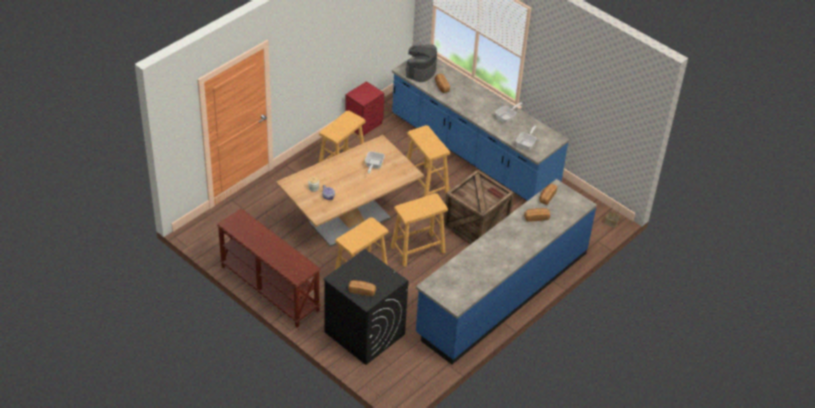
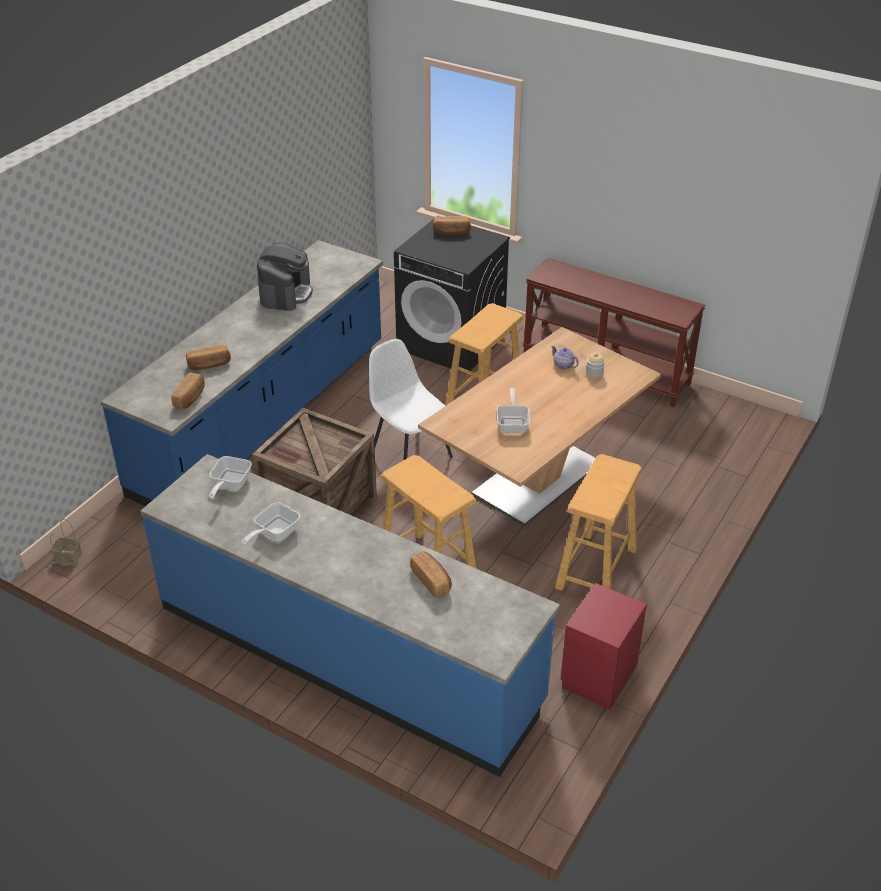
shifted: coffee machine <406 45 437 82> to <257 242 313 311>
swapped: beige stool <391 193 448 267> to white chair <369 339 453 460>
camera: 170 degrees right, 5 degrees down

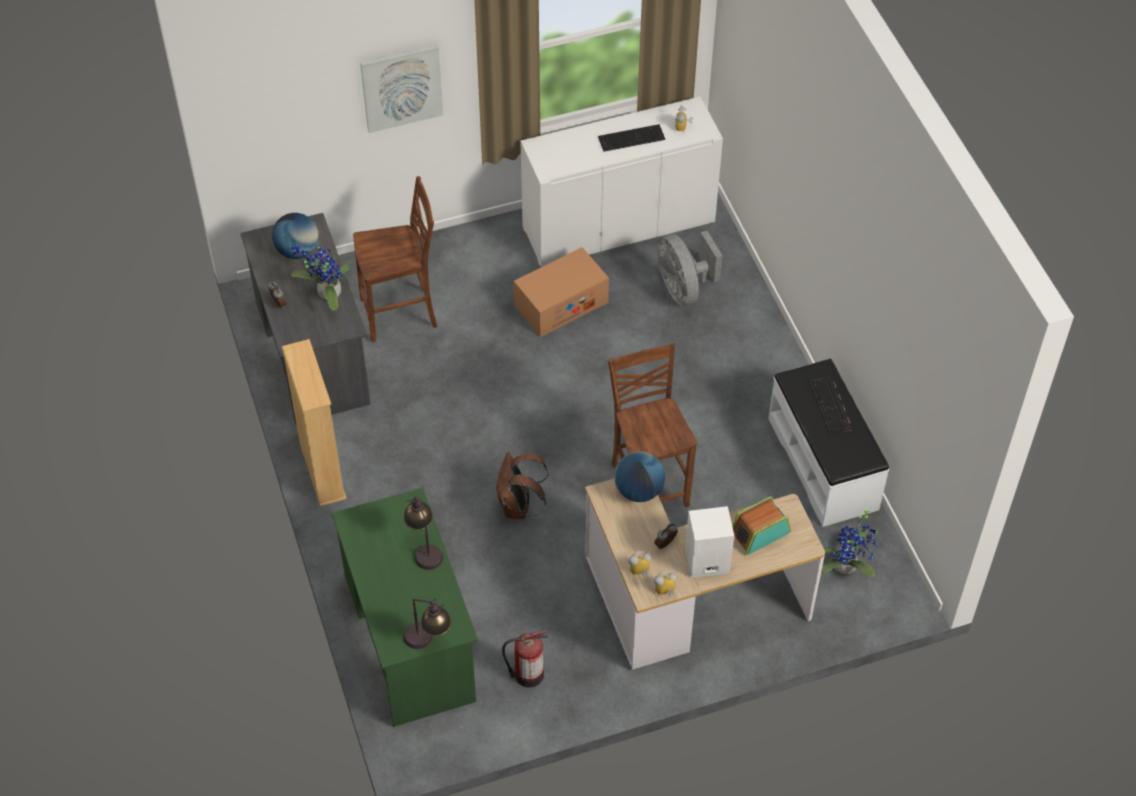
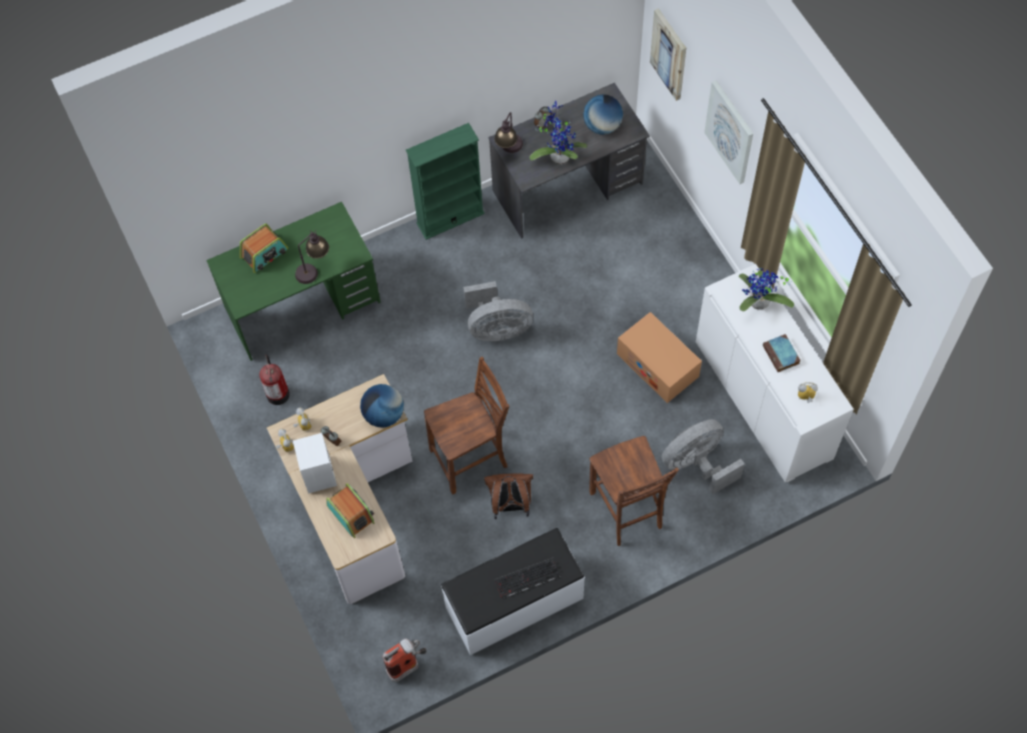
new: picture <650 8 686 101>; radio <240 223 288 273>; grey fan <463 281 533 341>; fire extinguisher <383 639 427 682>
shifted: brown chair <353 176 437 342> to <589 436 679 546>; brown backpack <497 452 549 519> to <484 473 533 520>; potted plant <821 507 878 577> to <739 268 794 311>; table lamp <403 598 451 649> to <495 112 523 153>
swapped: keyboard <598 124 665 152> to book <763 334 801 372>
repainted: beige bookcase <282 339 347 506> to green bookcase <406 123 485 240>
camera: 85 degrees right, 10 degrees up

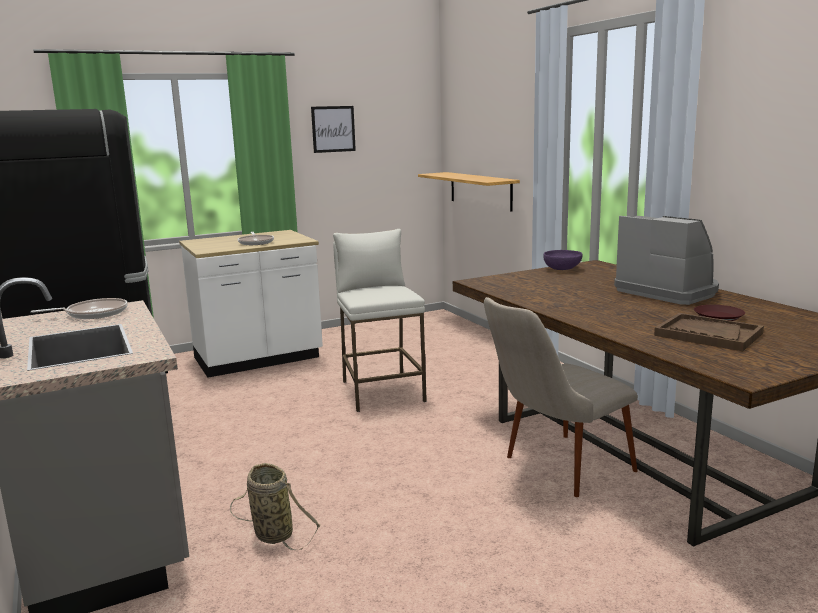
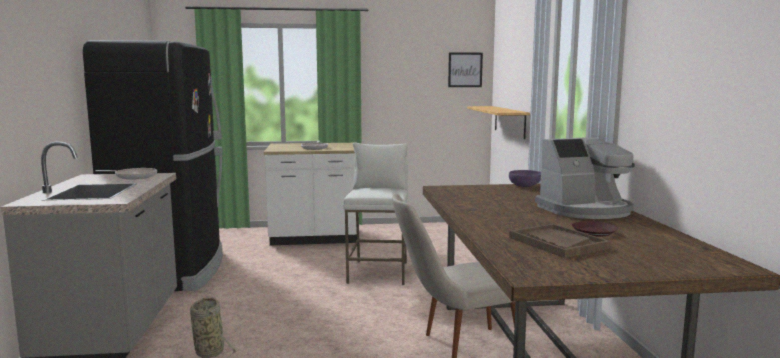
shifted: picture <311 106 356 153> to <448 52 483 87>
rotated: coffee machine <614 216 719 305> = <535 137 635 219> 90 degrees clockwise
camera: 20 degrees right, 5 degrees down

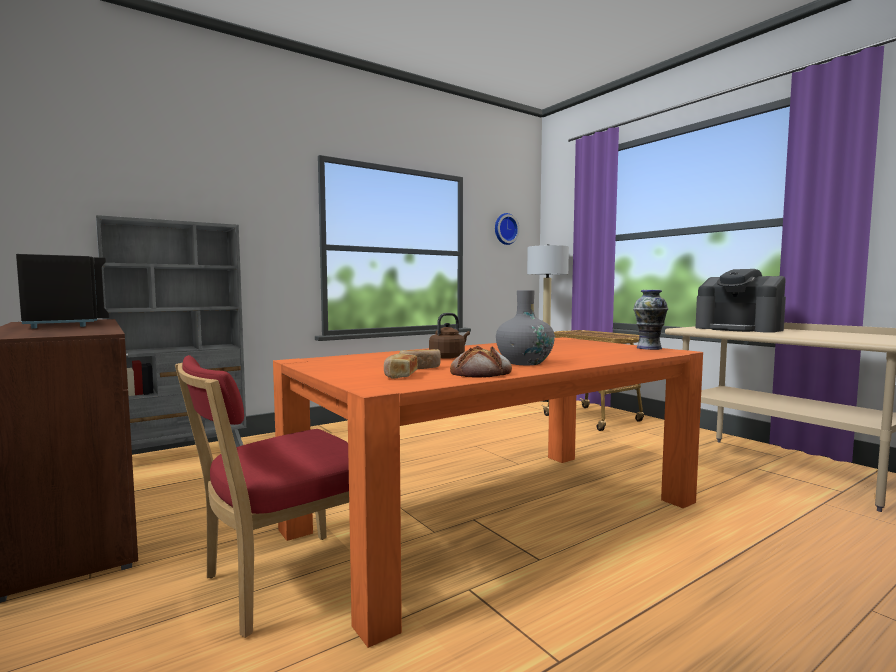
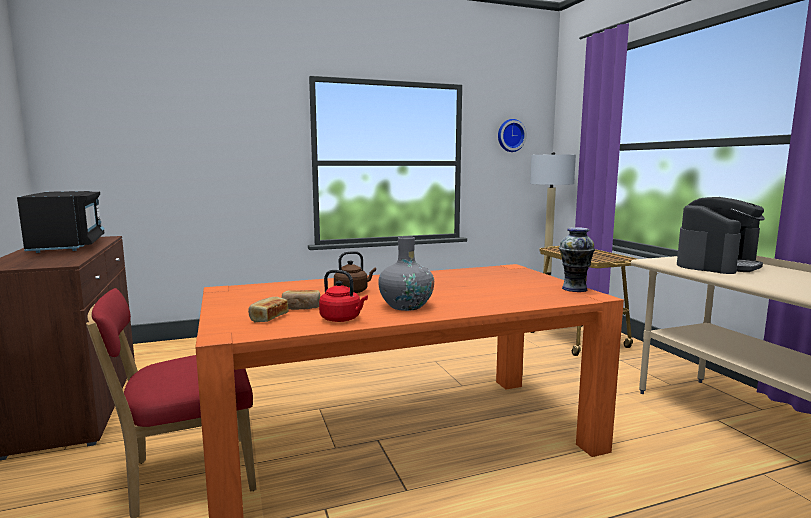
gone: grey bookcase <96 215 246 450>
swapped: bread <450 346 512 378> to red kettle <319 270 368 322>
rotated: coffee machine <695 269 786 333> = <677 197 765 274> 105 degrees counterclockwise
camera: 15 degrees right, 5 degrees up

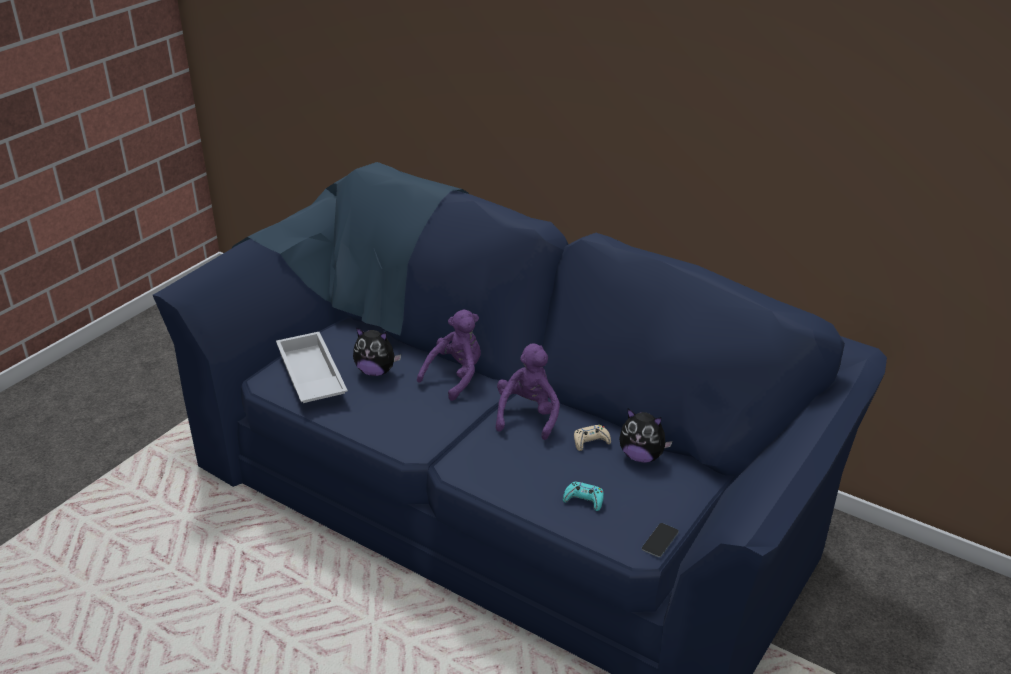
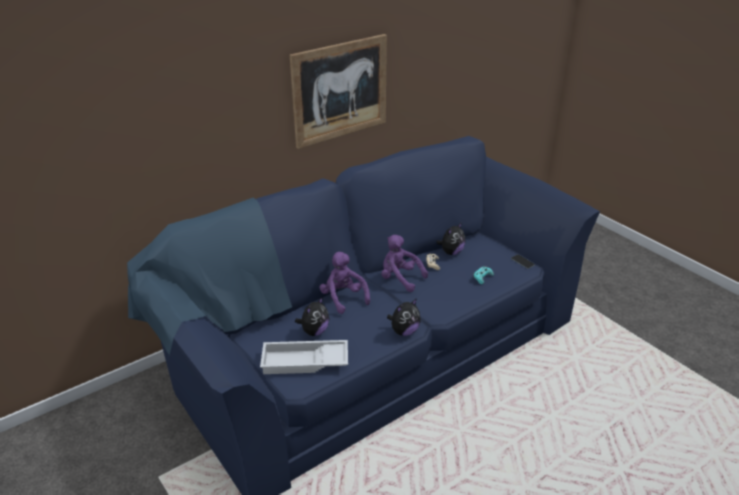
new: picture <290 34 387 149>; plush toy <387 298 421 336>
camera: 70 degrees left, 0 degrees up

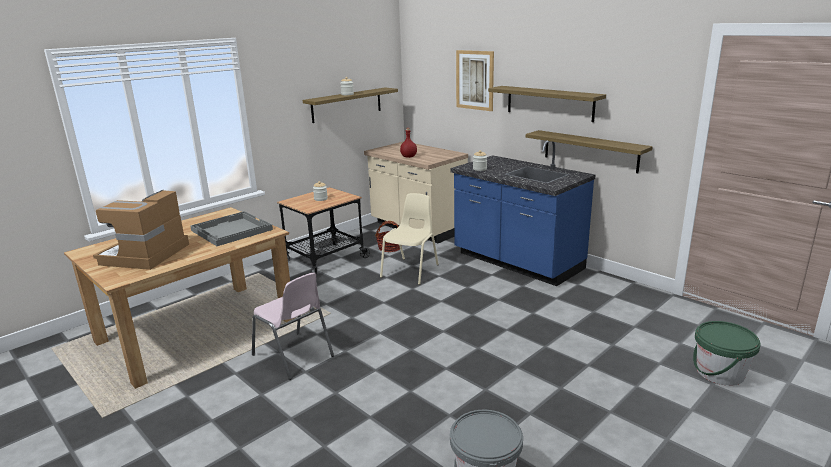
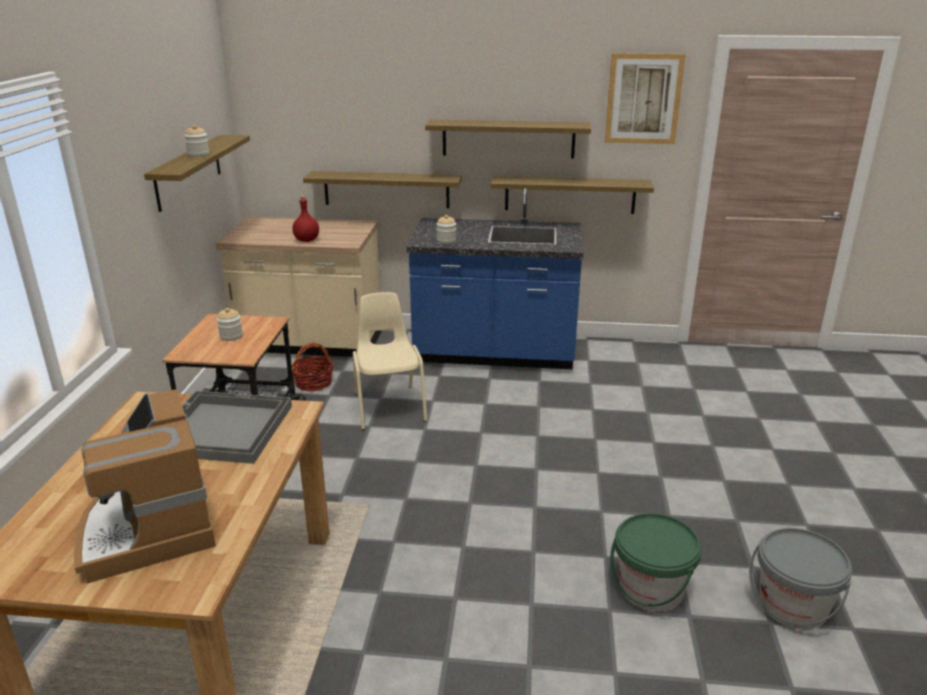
gone: pink chair <252 272 334 380>
new: shelf <303 171 462 208>
shifted: picture <456 50 494 111> to <605 53 686 144>; green bucket <693 321 760 386> to <610 513 702 612>
camera: 40 degrees left, 5 degrees up

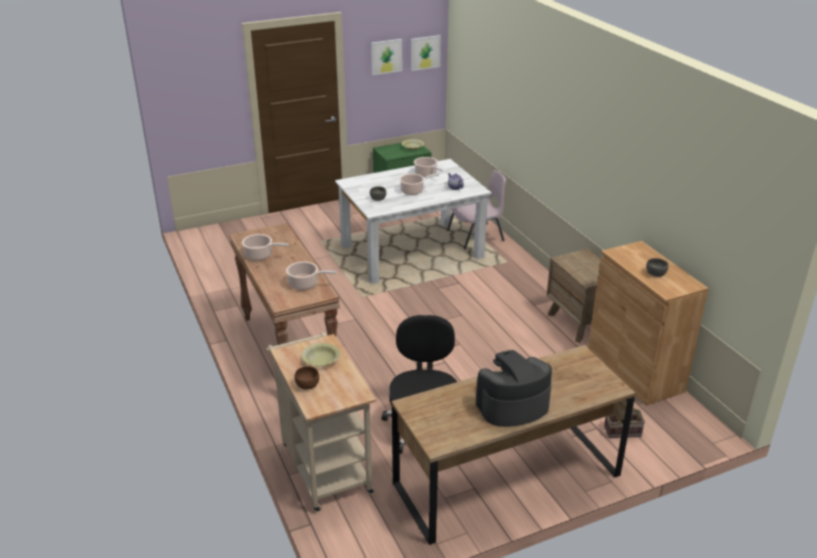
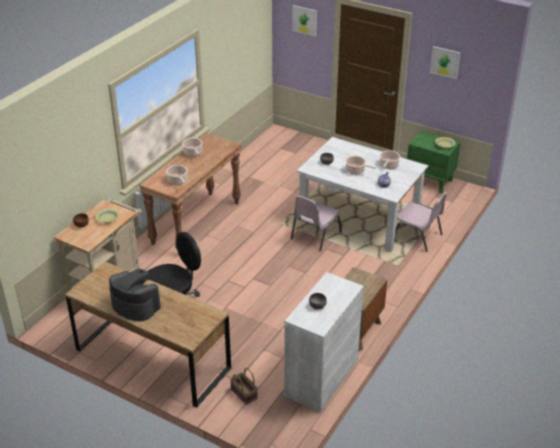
new: pink chair <291 196 342 251>
shifted: picture <411 35 441 71> to <292 5 317 36>
repainted: brown cabinet <588 241 709 406> to white cabinet <284 272 364 412>
camera: 55 degrees right, 5 degrees up

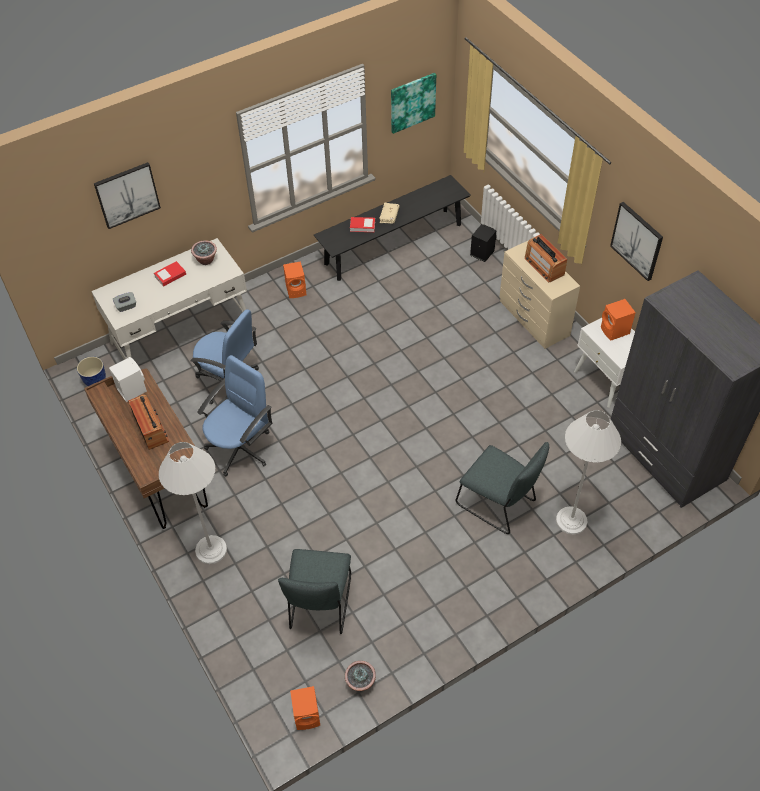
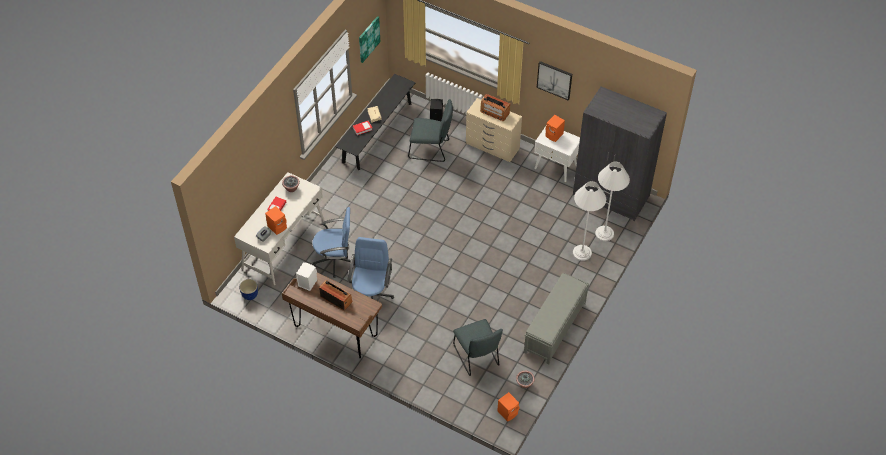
gone: picture <94 162 161 229>
new: grey bench <524 273 589 365>
shifted: orange speaker <283 261 306 298> to <265 206 287 235>; white floor lamp <159 442 227 564> to <595 162 630 241>; grey chair <455 442 549 534> to <408 99 453 162>
camera: 30 degrees left, 0 degrees up

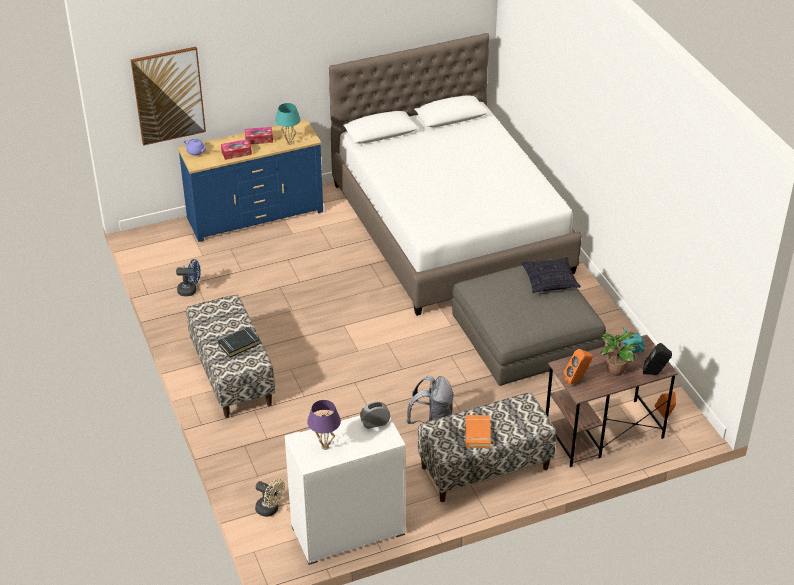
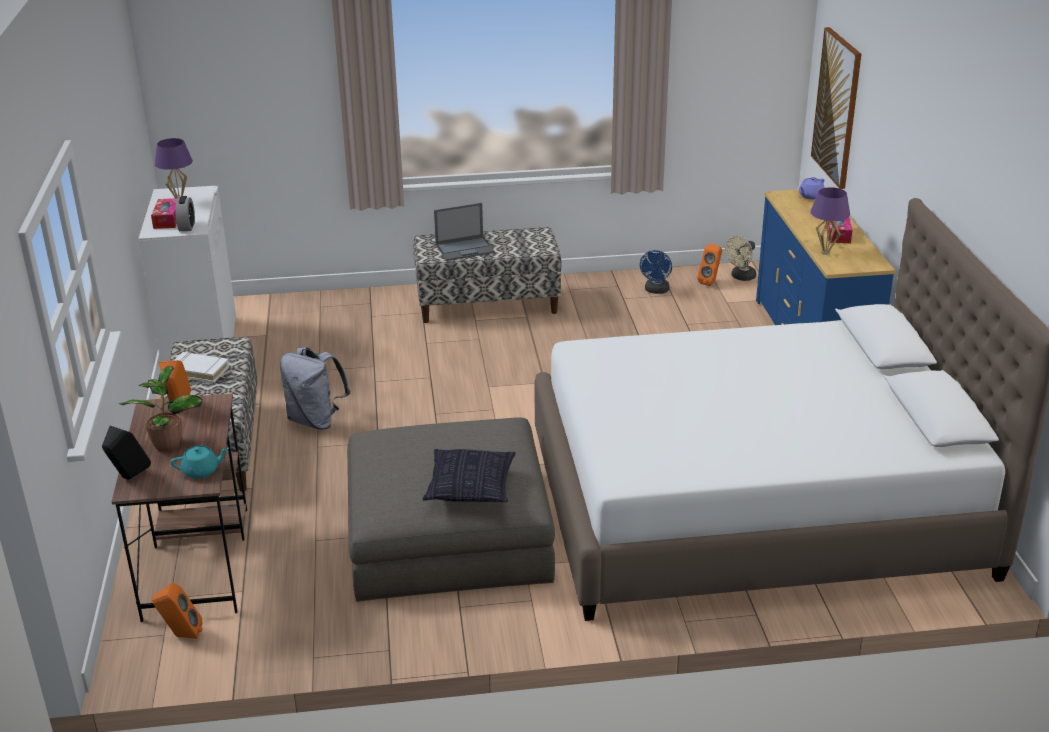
new: orange speaker <697 244 722 286>
shifted: tissue box <221 139 252 160> to <151 198 177 229>; beige fan <255 479 285 517> to <725 236 756 281>
swapped: black book <218 327 261 358> to laptop <434 203 495 261>
repainted: turquoise table lamp <275 103 301 145> to purple table lamp <810 187 850 255>; orange book <465 415 491 448> to white book <175 352 229 383>
camera: 105 degrees right, 10 degrees down

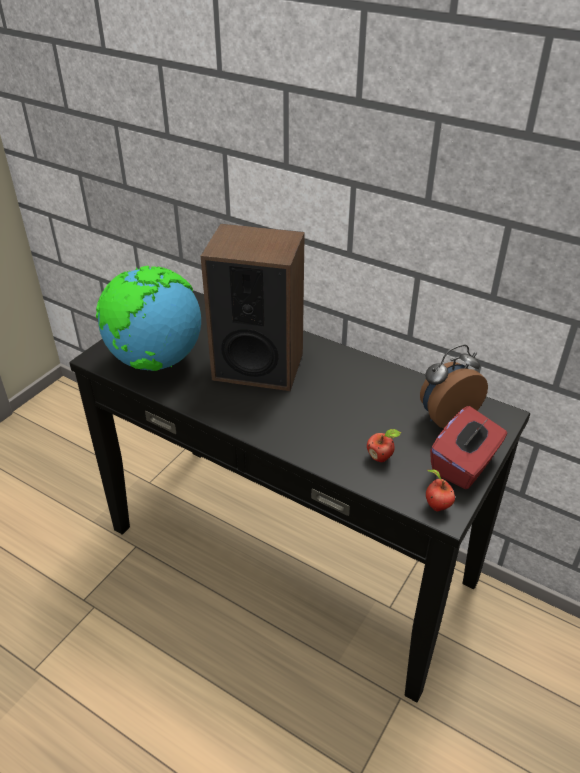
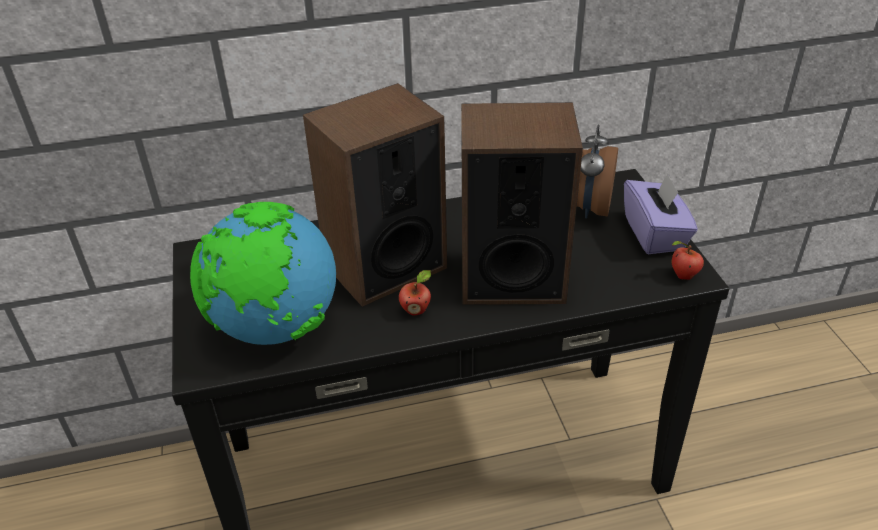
new: speaker <461 102 583 305>
shifted: apple <367 429 401 462> to <399 270 431 316>
repainted: red tissue box <430 406 507 489> to purple tissue box <624 173 698 254>
camera: 45 degrees left, 0 degrees up

